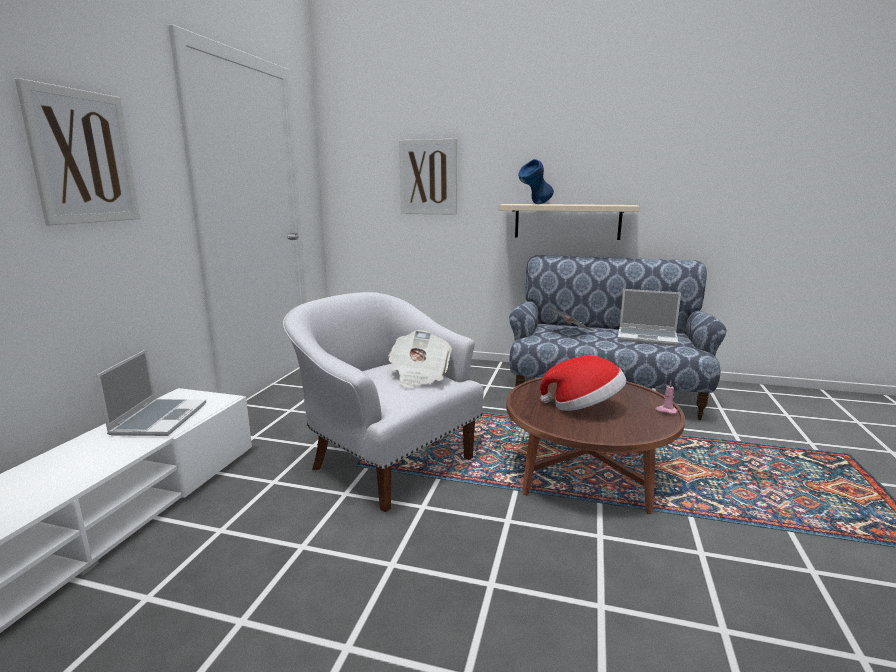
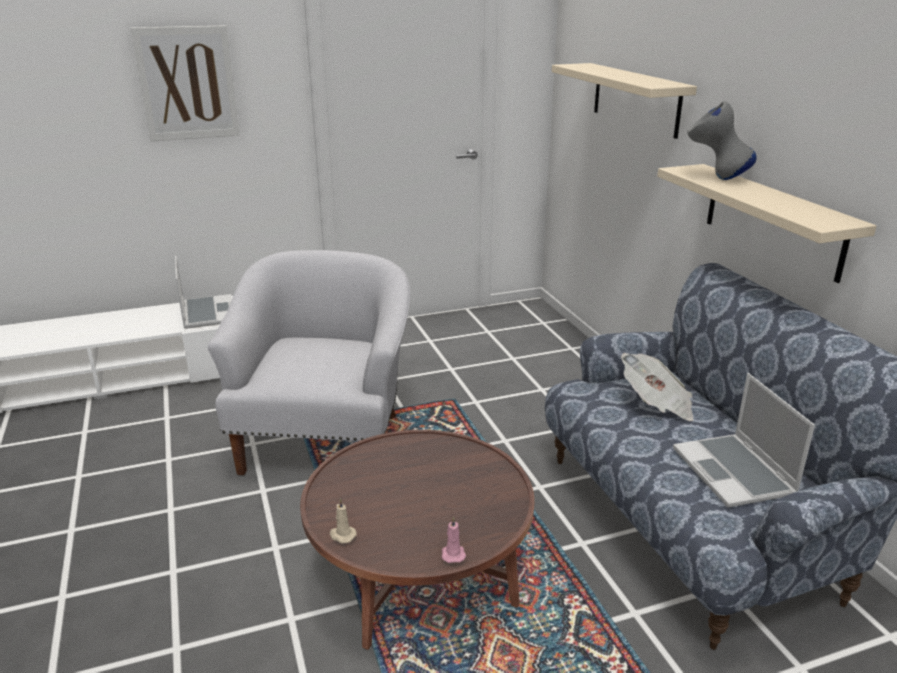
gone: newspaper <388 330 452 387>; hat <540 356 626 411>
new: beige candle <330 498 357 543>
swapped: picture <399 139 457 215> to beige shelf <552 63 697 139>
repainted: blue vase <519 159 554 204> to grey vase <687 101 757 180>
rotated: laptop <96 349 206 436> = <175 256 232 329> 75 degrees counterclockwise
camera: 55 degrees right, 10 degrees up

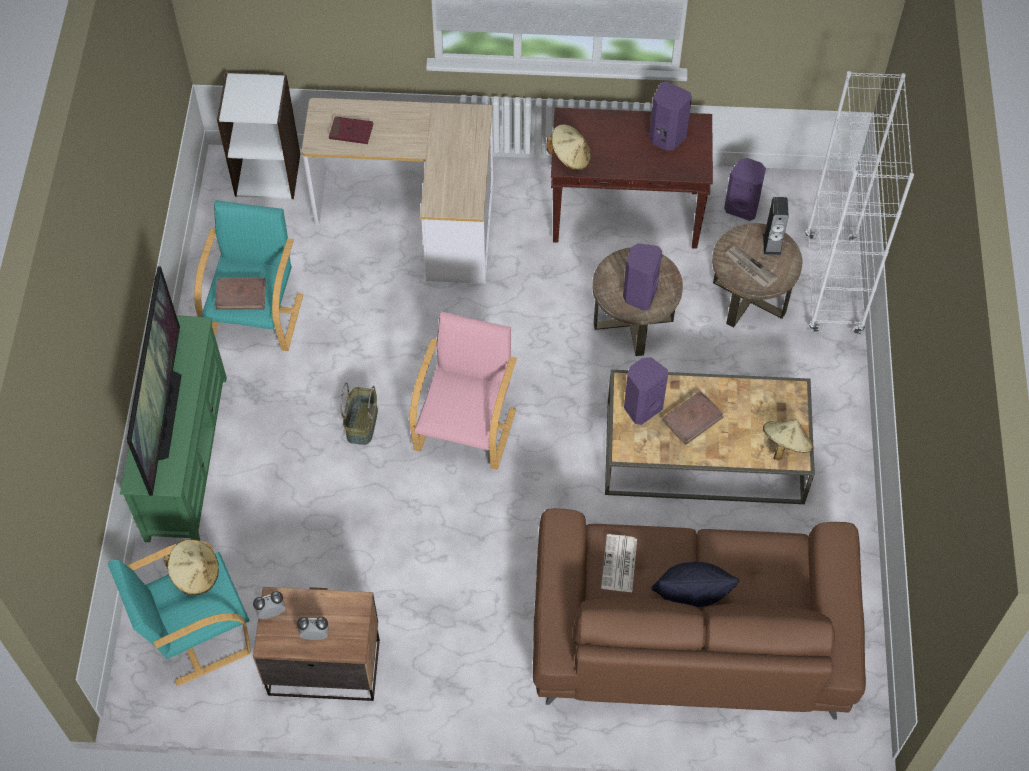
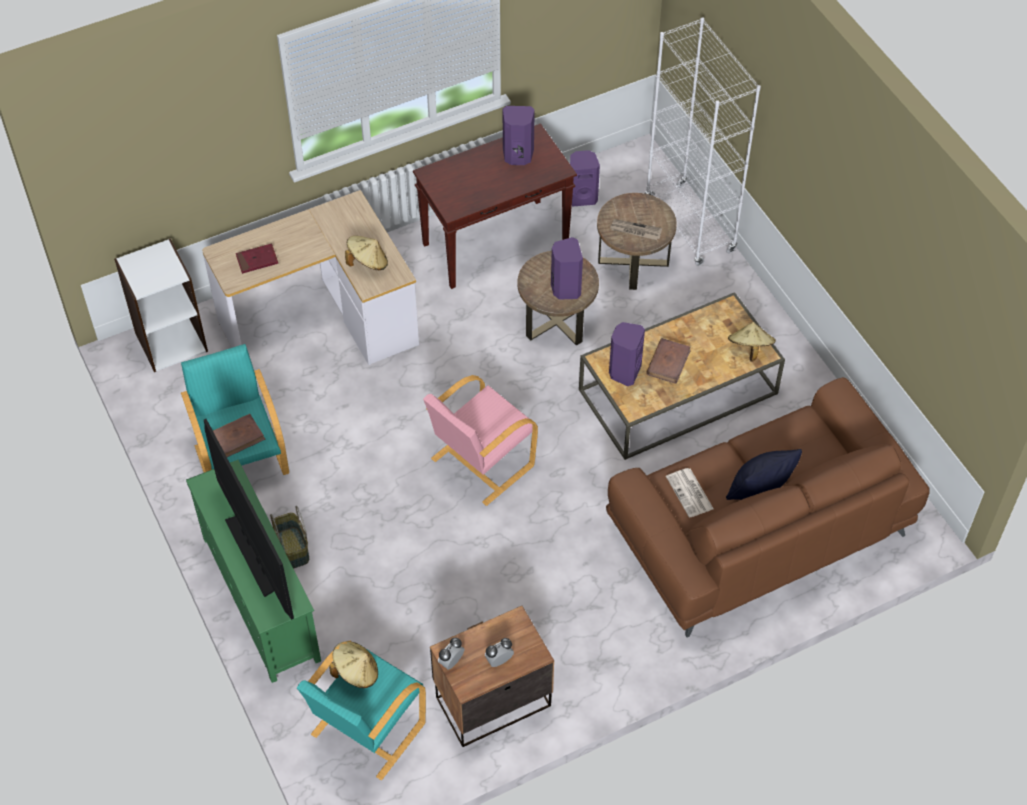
gone: speaker <763 197 789 255>
shifted: beige hat <546 124 591 171> to <345 236 388 270>; basket <341 382 378 445> to <270 506 309 568>
rotated: pink armchair <409 311 517 470> = <423 375 538 506> 120 degrees counterclockwise
camera: 30 degrees left, 5 degrees down

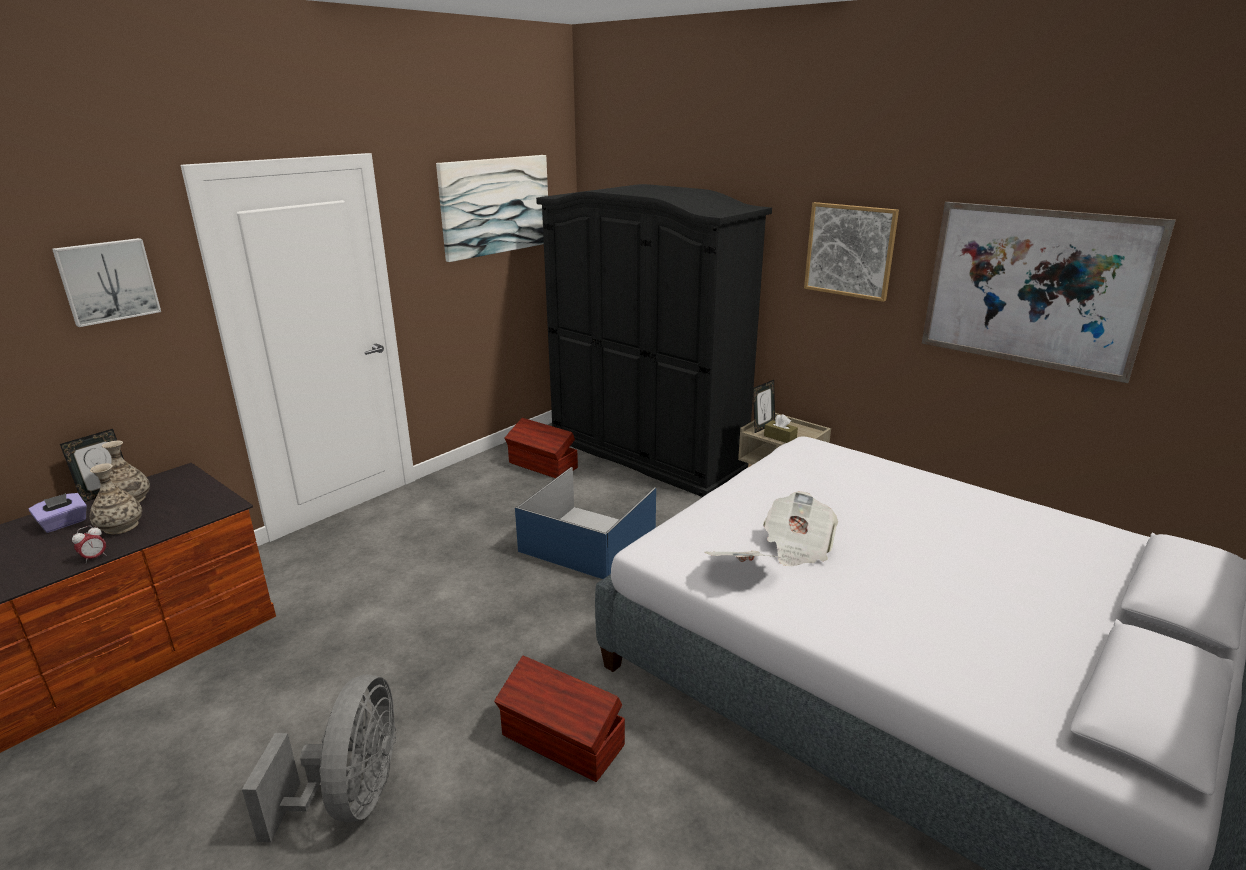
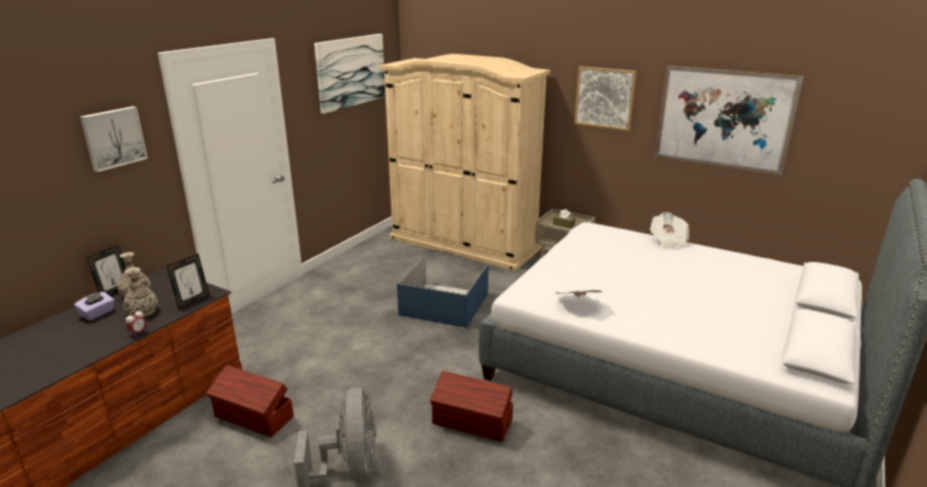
shifted: picture frame <753 380 775 433> to <166 253 210 309>; brown storage box <505 418 578 478> to <206 365 294 437>; newspaper <763 491 838 566> to <650 212 689 249>
repainted: black wardrobe <536 184 772 497> to beige wardrobe <380 54 550 271>
camera: 10 degrees left, 0 degrees up

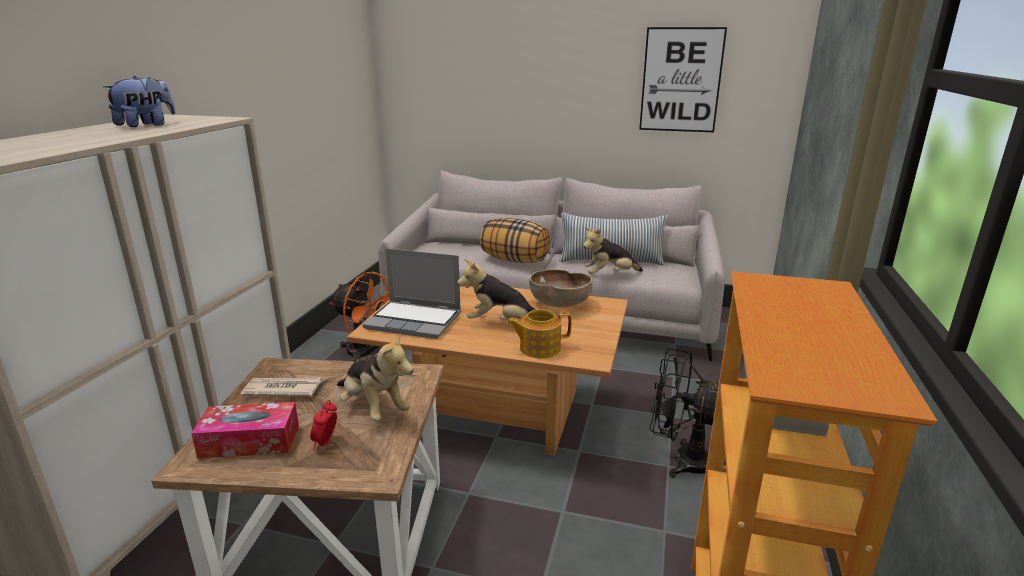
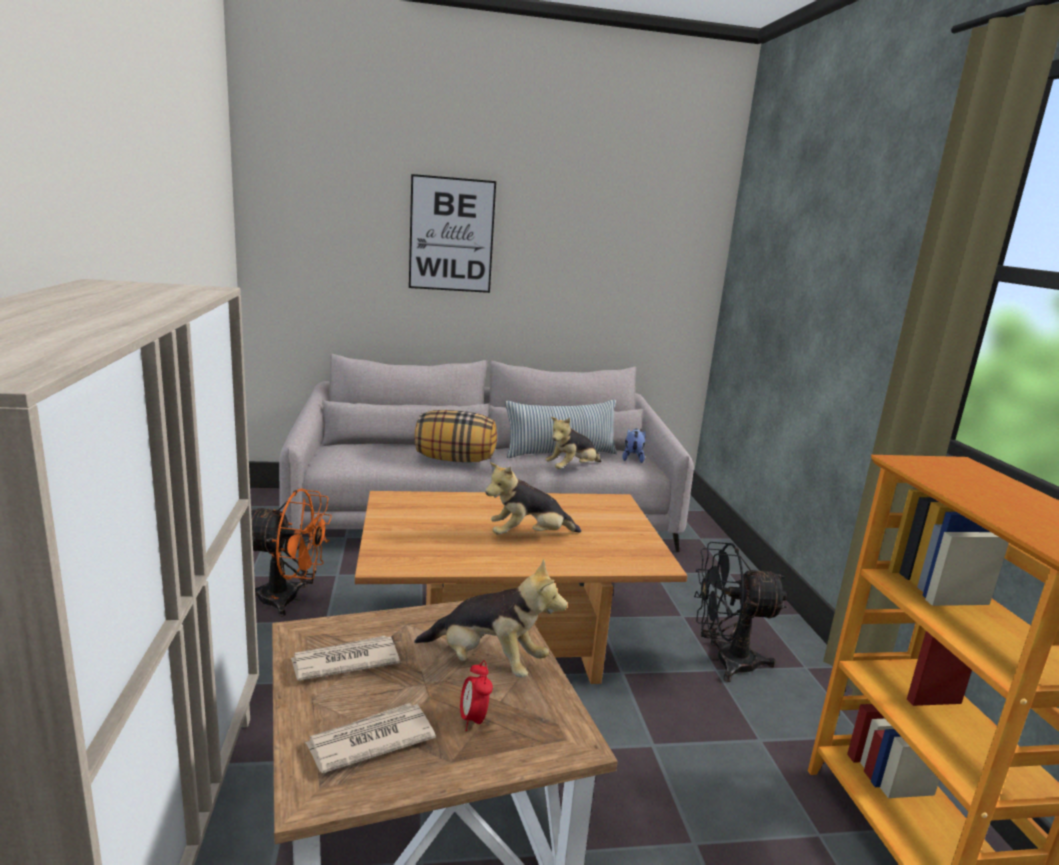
gone: laptop <362 248 461 339>; brown bowl <529 269 593 308>; teapot <507 309 572 358>
shifted: picture <639 27 727 132> to <409 174 496 293>; plush toy <103 76 175 127> to <622 428 646 463>
swapped: tissue box <191 402 299 459> to newspaper <305 703 436 773>
camera: 25 degrees left, 5 degrees down

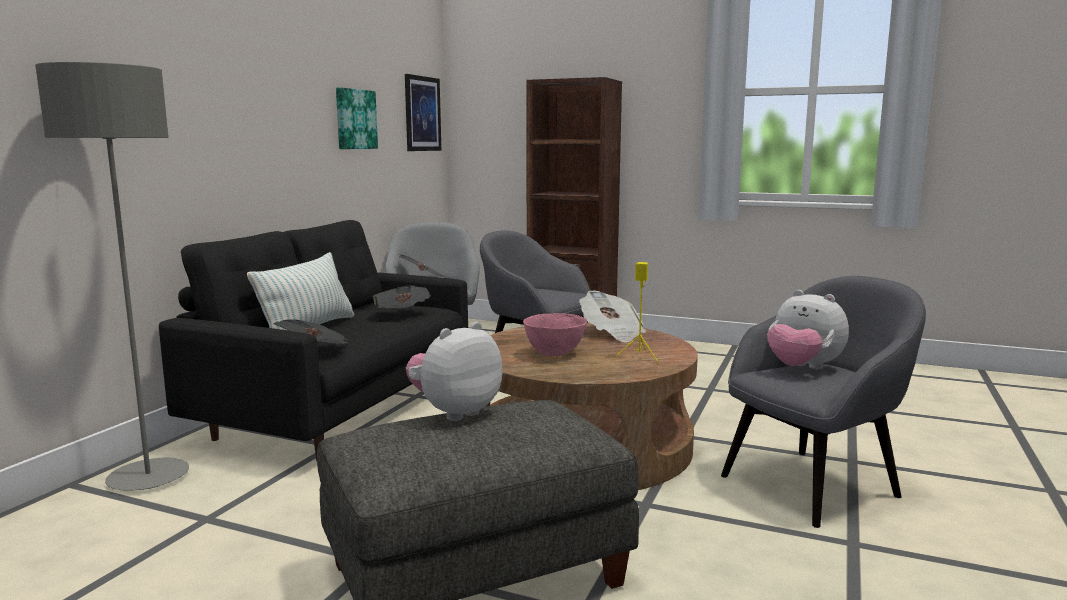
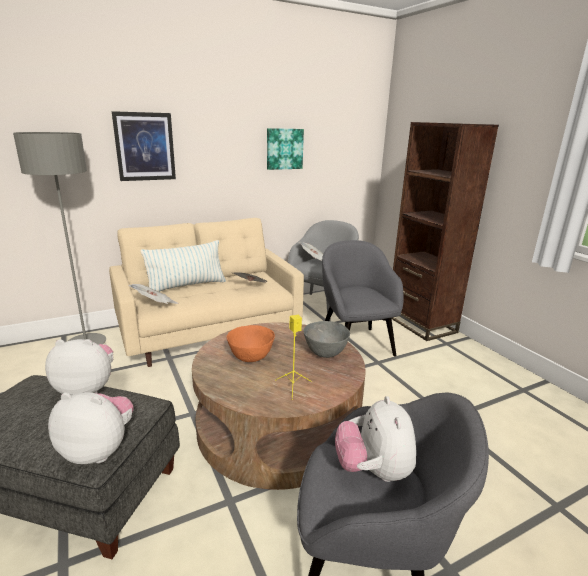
new: plush toy <48 392 133 464>
shifted: picture <405 74 441 151> to <112 111 176 181>
swapped: newspaper <579 290 646 343> to grey bowl <303 321 350 358>
repainted: black sofa <159 220 468 461> to beige sofa <109 218 304 367>; pink bowl <523 313 587 356> to orange bowl <226 325 275 362>
camera: 40 degrees right, 10 degrees up

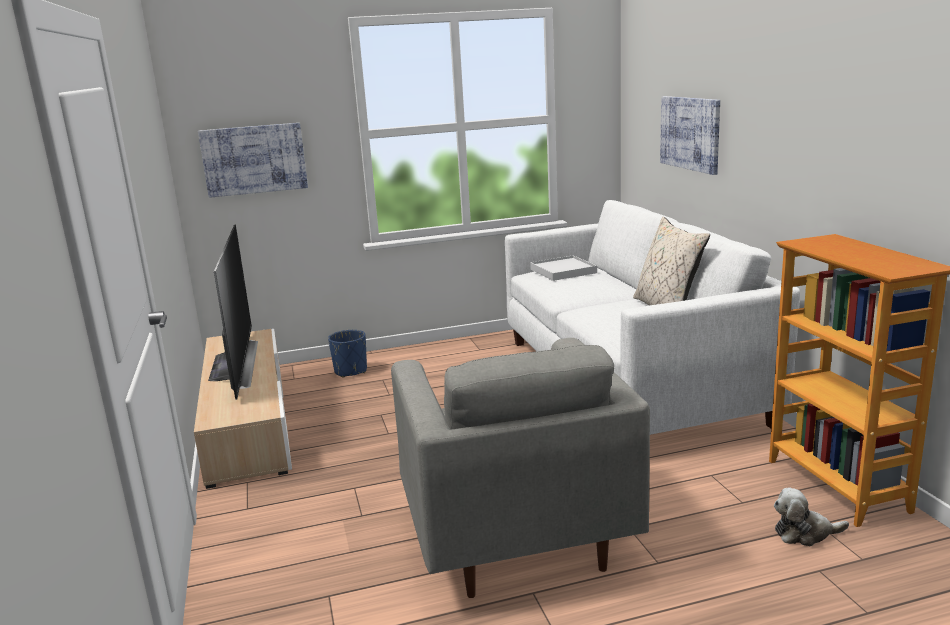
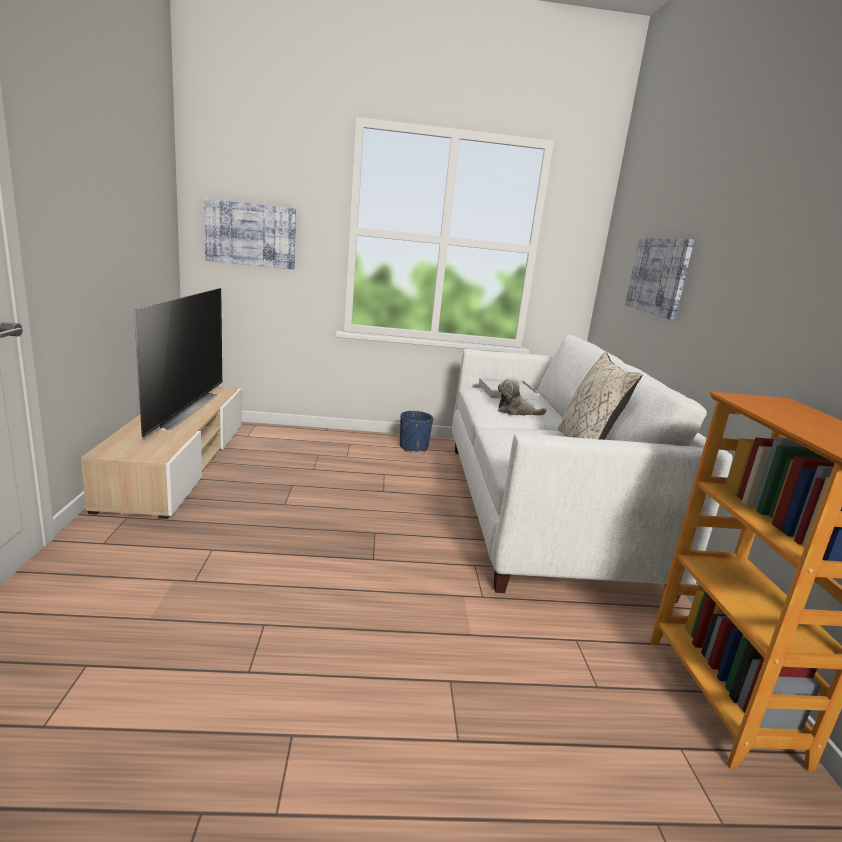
gone: grey armchair <391 338 650 598>
shifted: blue planter <328 330 367 378> to <400 411 433 452>; plush toy <774 488 849 546> to <498 378 547 416>
camera: 10 degrees right, 0 degrees up

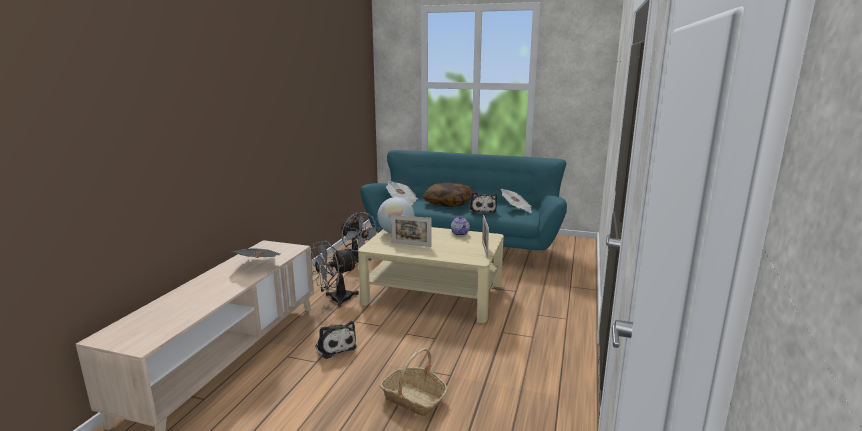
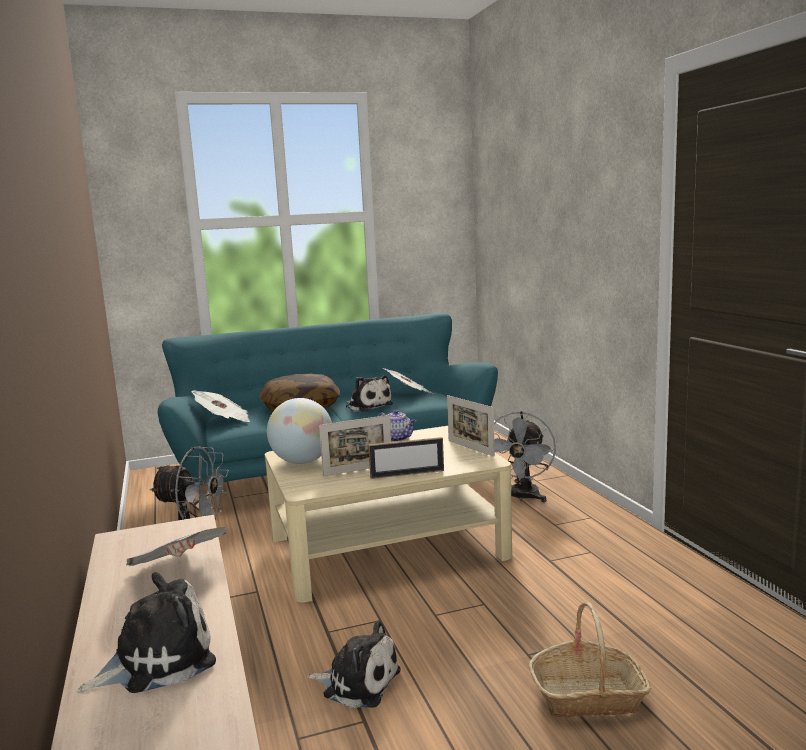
new: picture frame <368 437 444 479>; plush toy <77 572 216 693>
shifted: grey fan <311 240 359 307> to <494 411 556 502>
camera: 35 degrees left, 5 degrees down

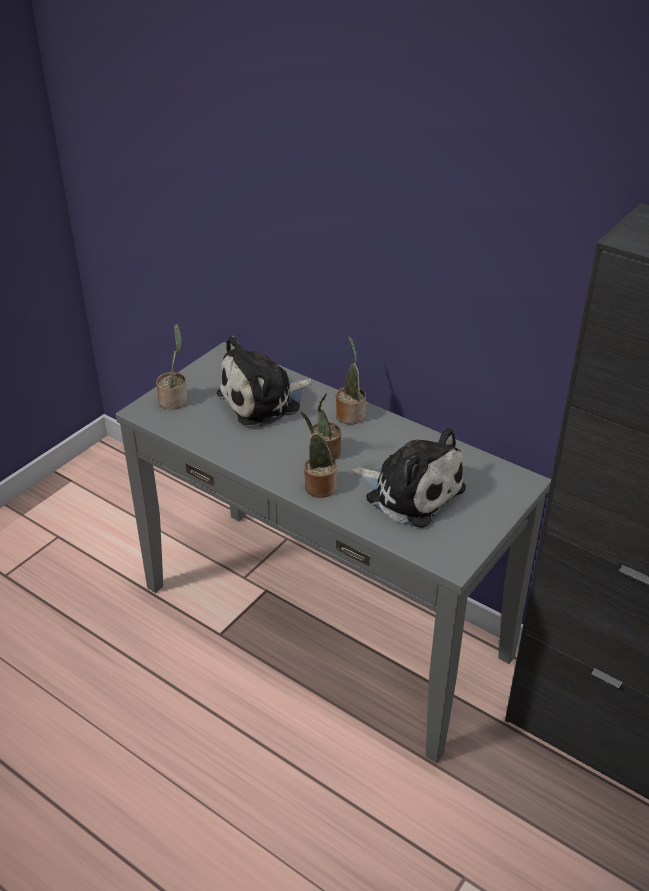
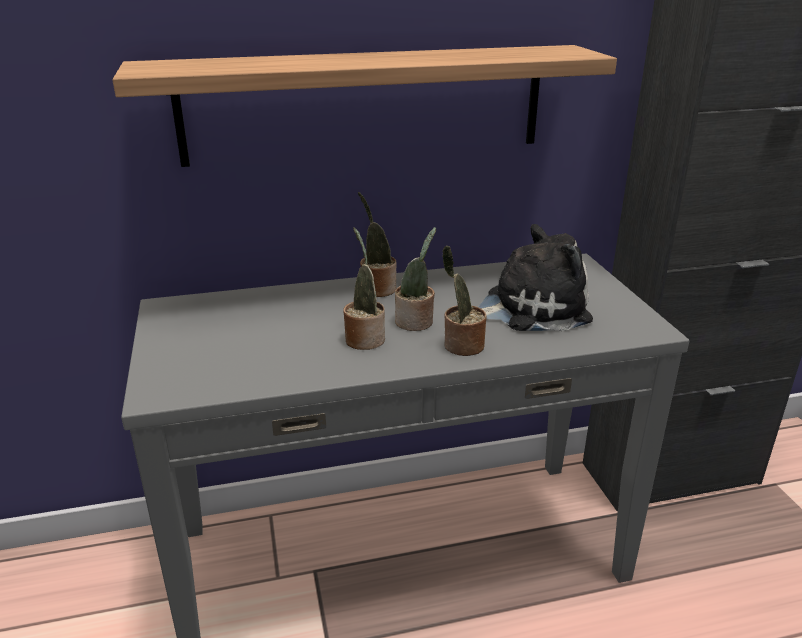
gone: plush toy <216 336 312 426>
new: shelf <112 45 617 167>
shifted: potted plant <156 324 188 409> to <343 227 385 350>
camera: 50 degrees left, 10 degrees down

